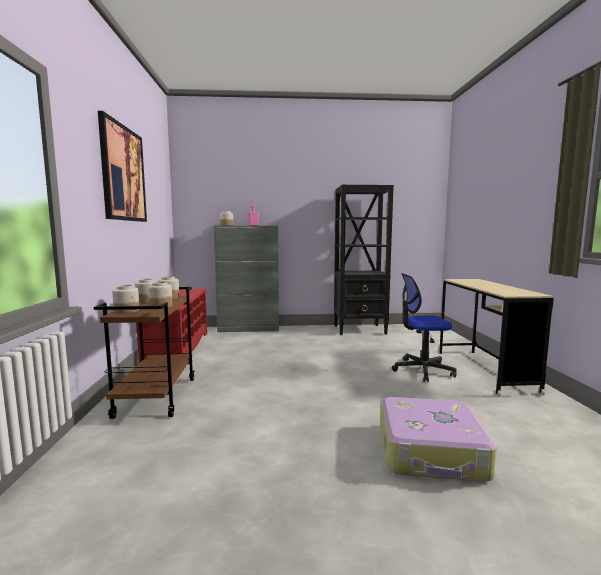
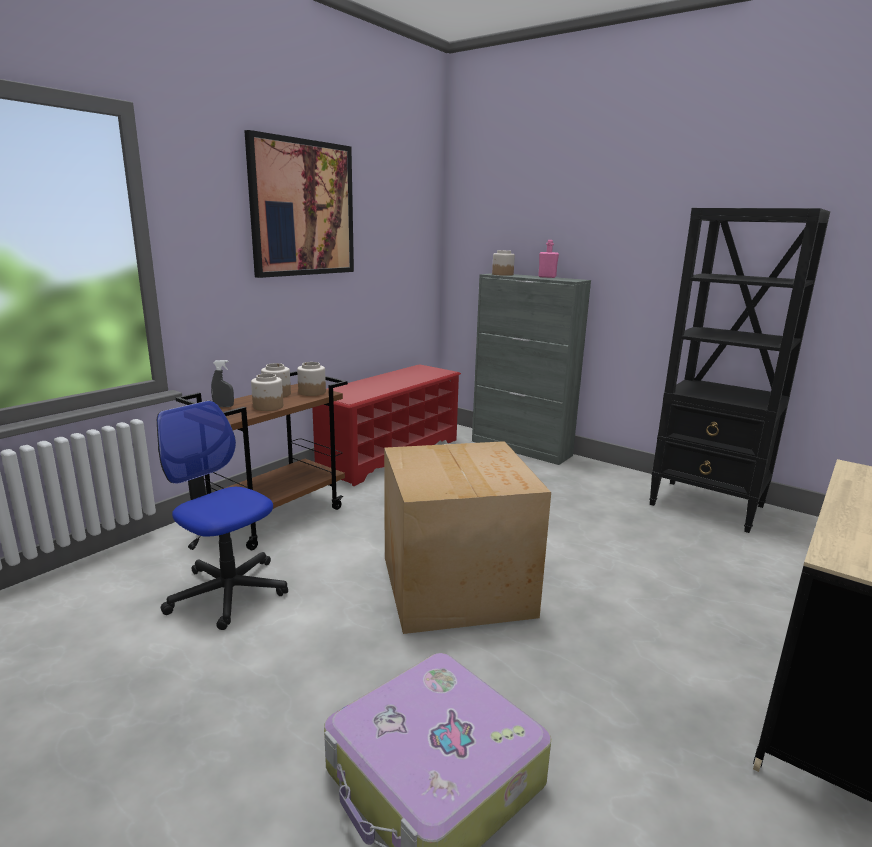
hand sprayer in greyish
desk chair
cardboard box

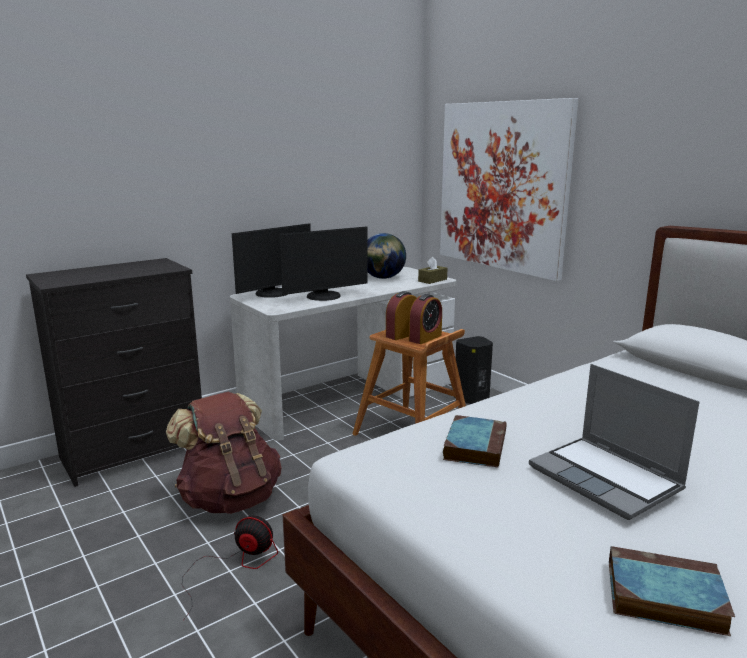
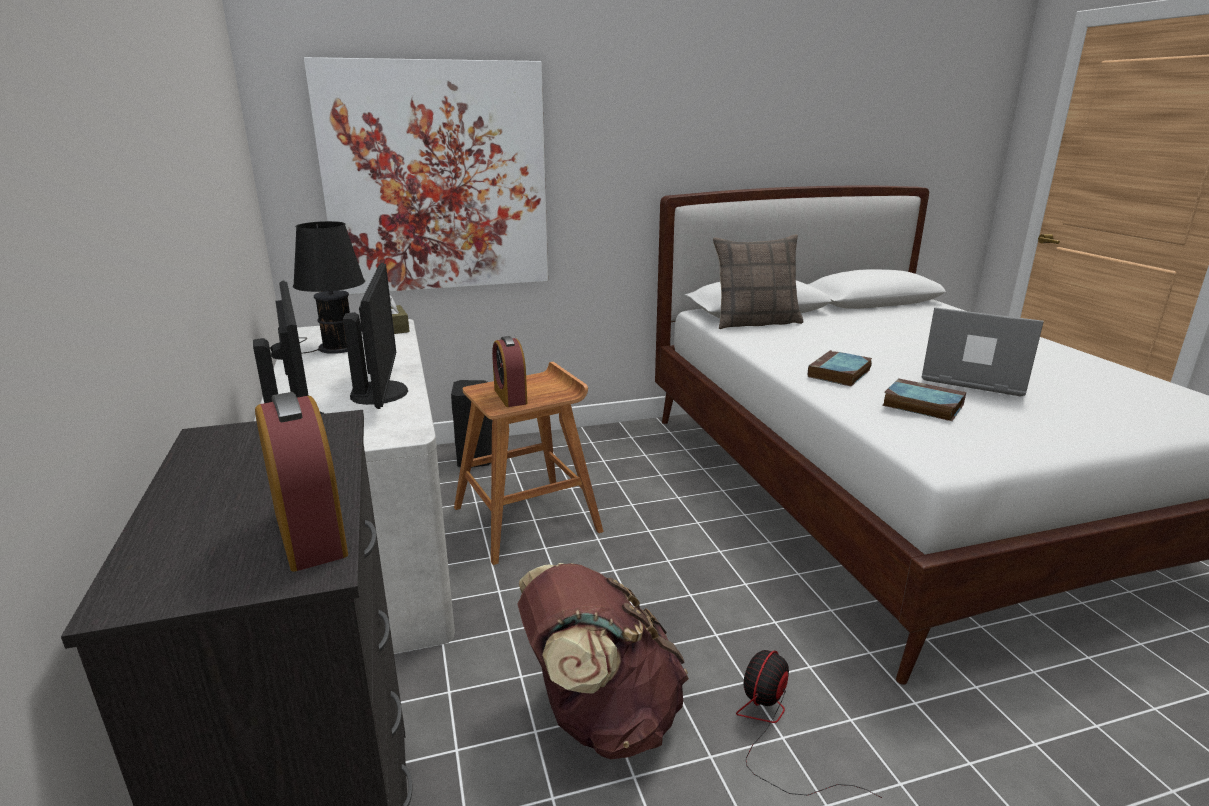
lamp for a table in black-coloured
bedside clock (no. 1 from left)
laptop
volume (no. 1 from left)
pillow

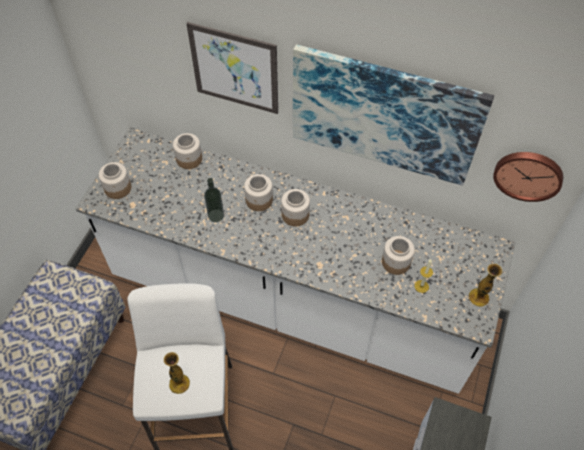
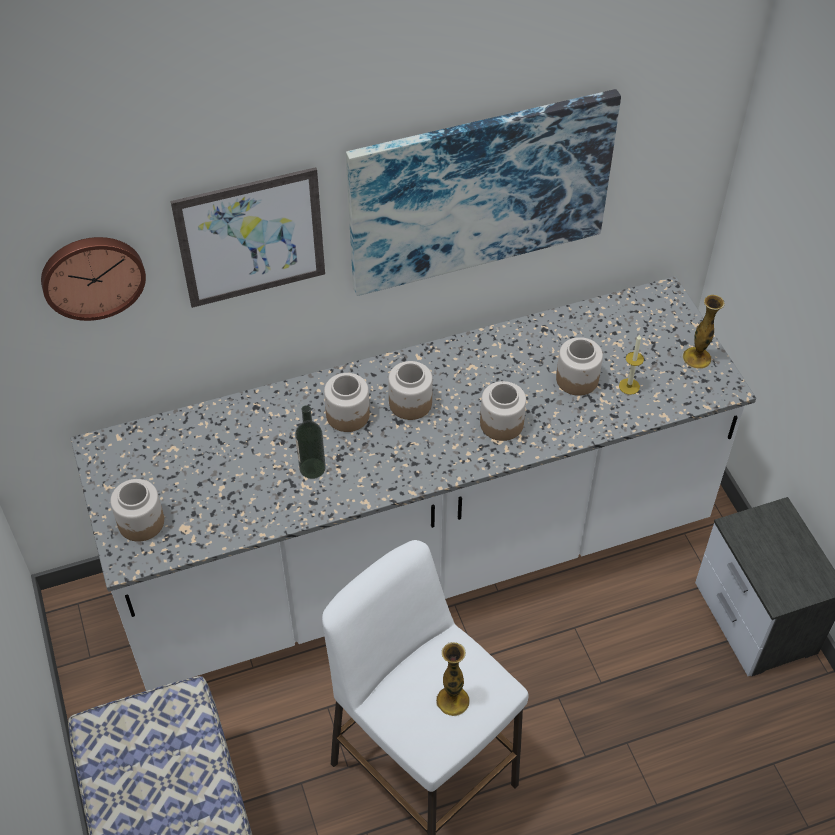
preserve jar (no. 4 from left)
hanging clock

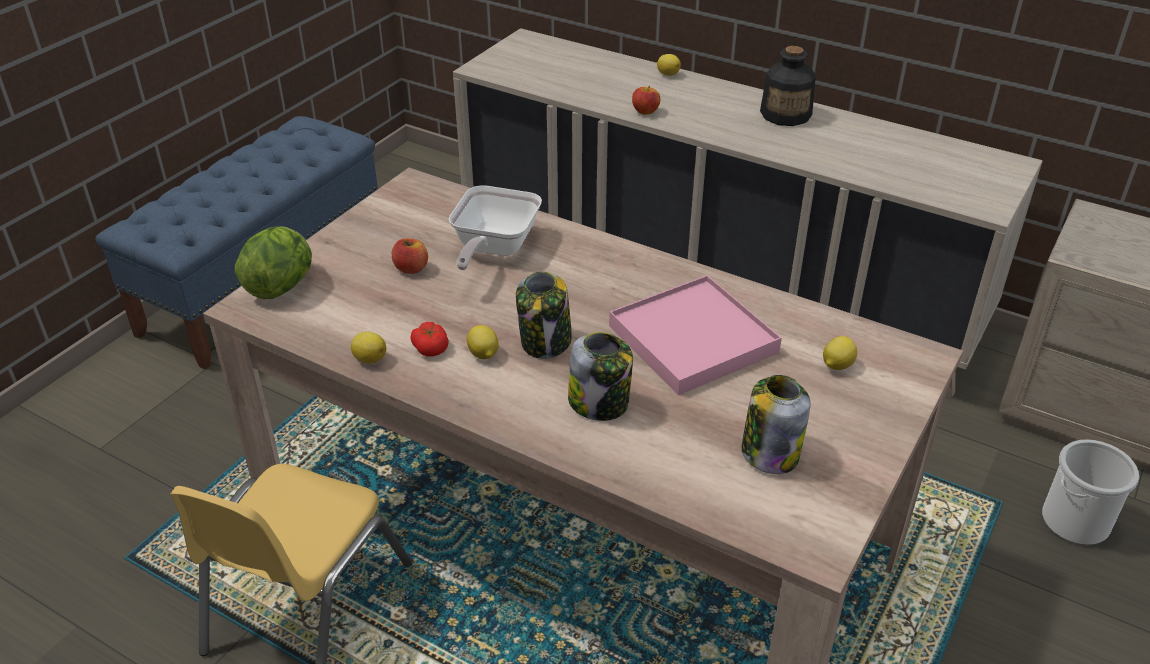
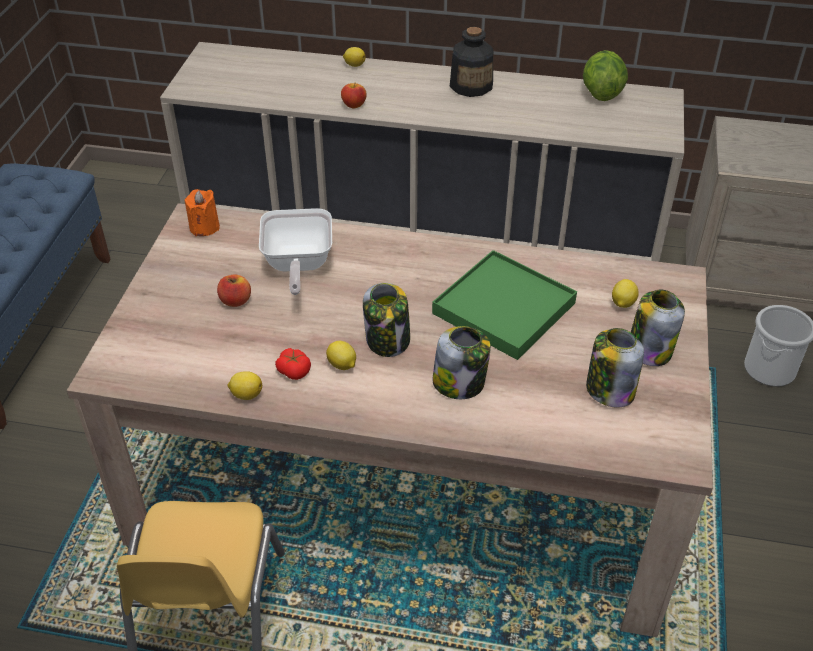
lettuce
tray in greenish
wax light in orange
preserve jar (no. 4 from left)

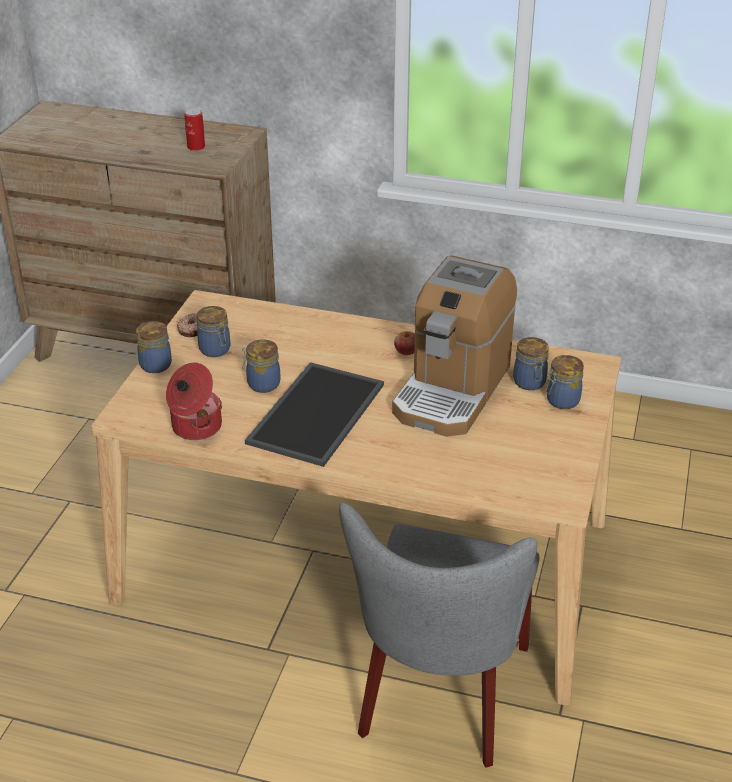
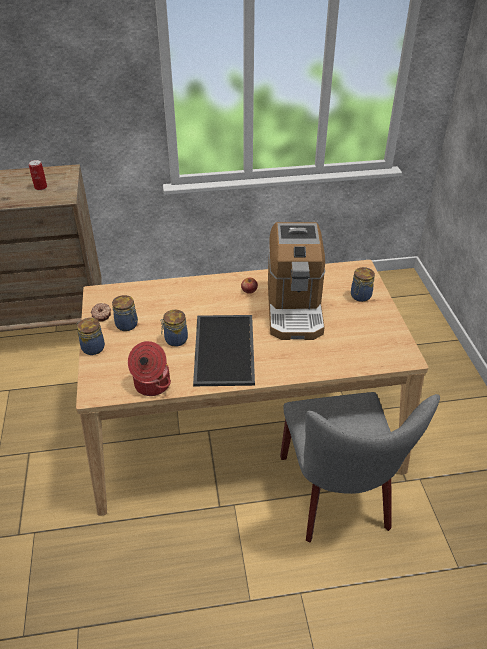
preserve jar (no. 4 from left in the first image)

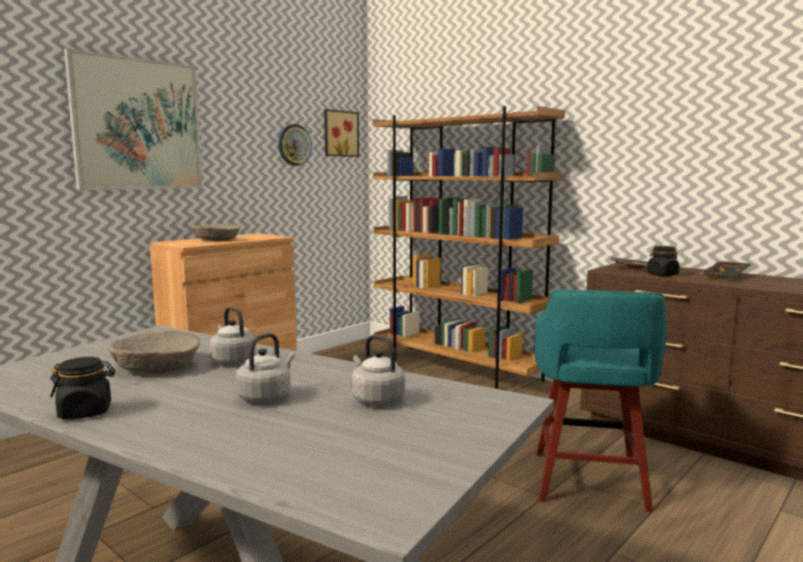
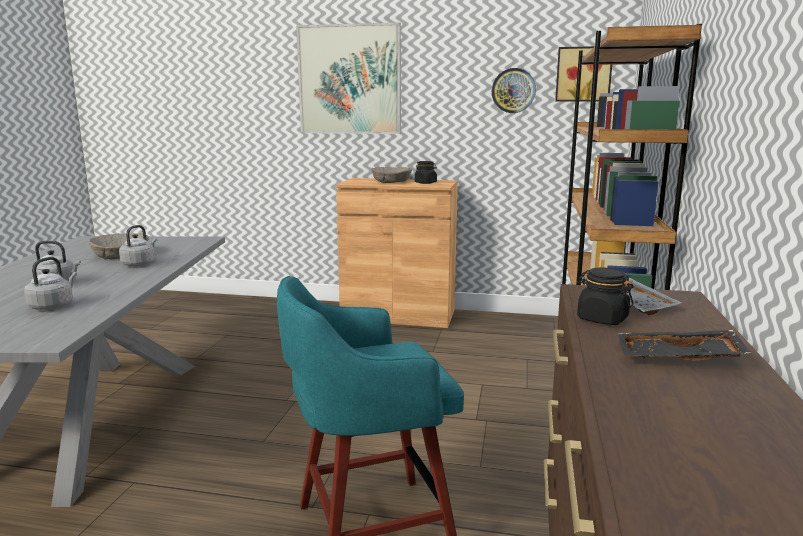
preserve jar in black-coloured (no. 1 from left)

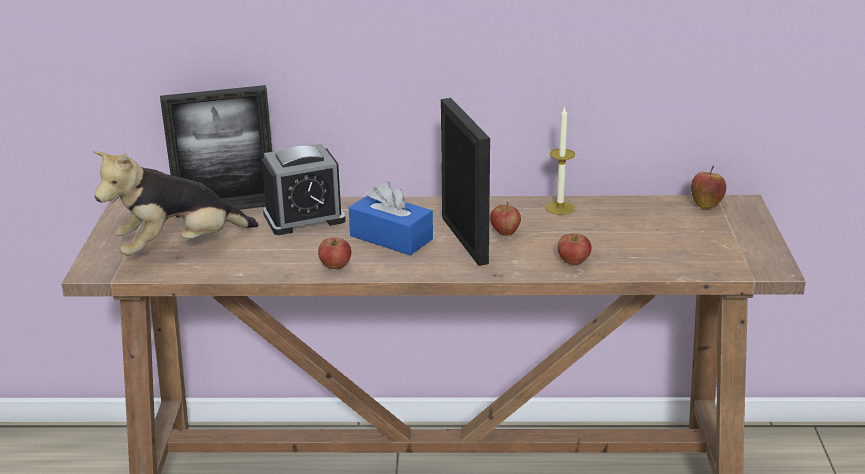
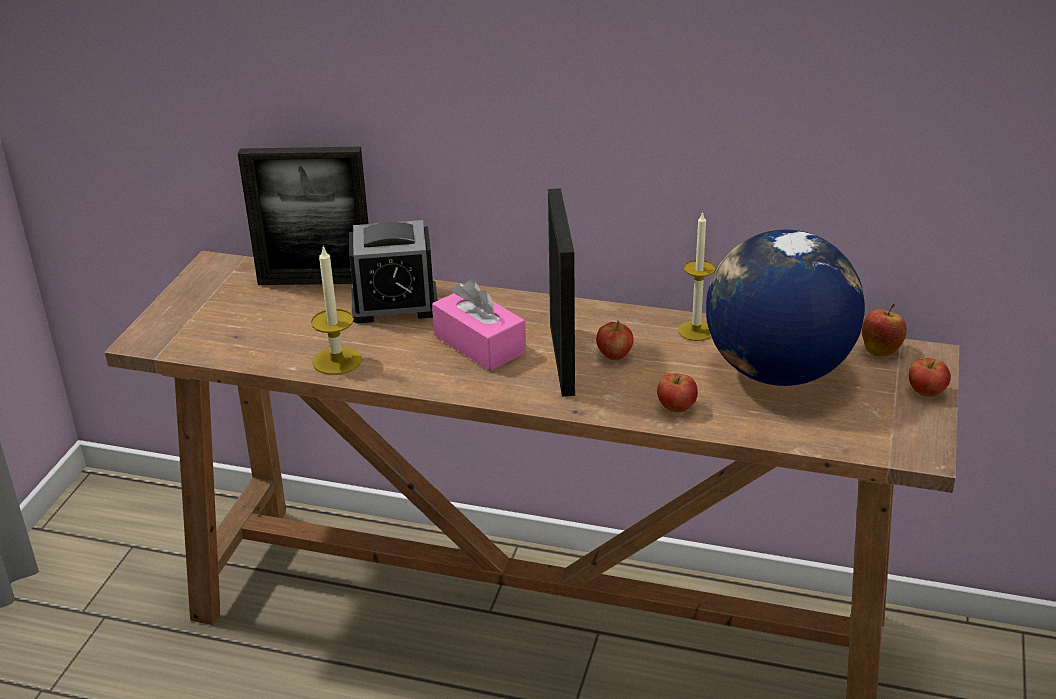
cuddly toy
whole apple (no. 4 from left)
tissue holder in pink
wax light (no. 1 from left)
world globe

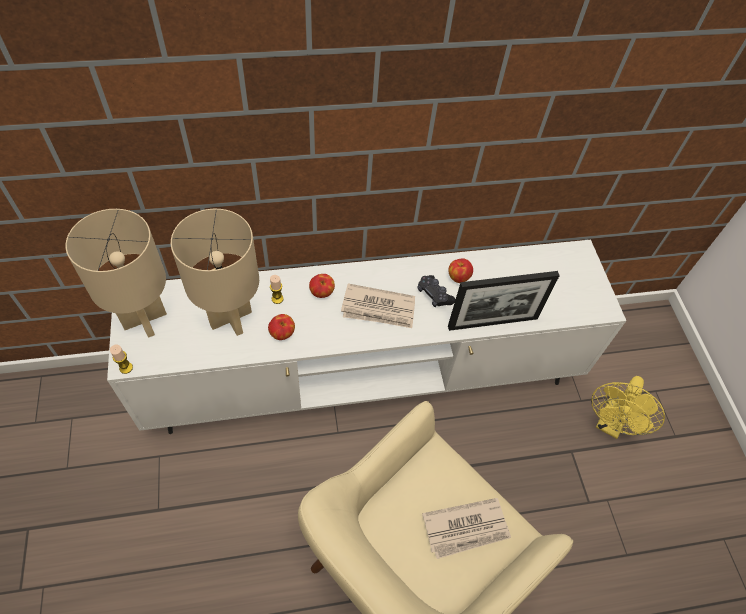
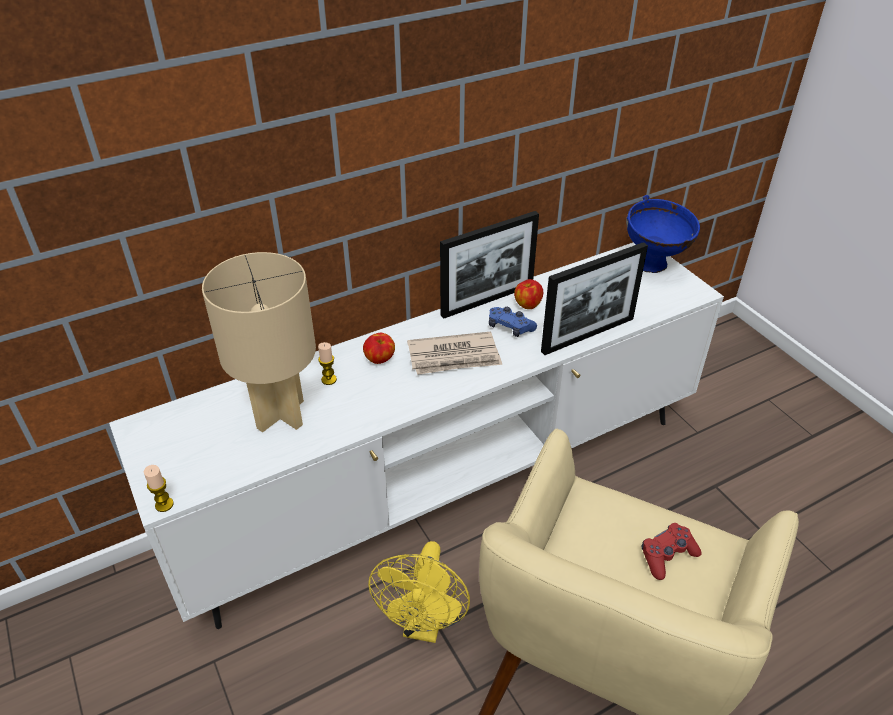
lamp for a table in beige-coloured (no. 1 from left in the first image)
whole apple (no. 1 from left in the first image)
gamepad in blue
gamepad in reddish
cooling fan in yellowish
standing frame (no. 1 from left)
deep dish in blue

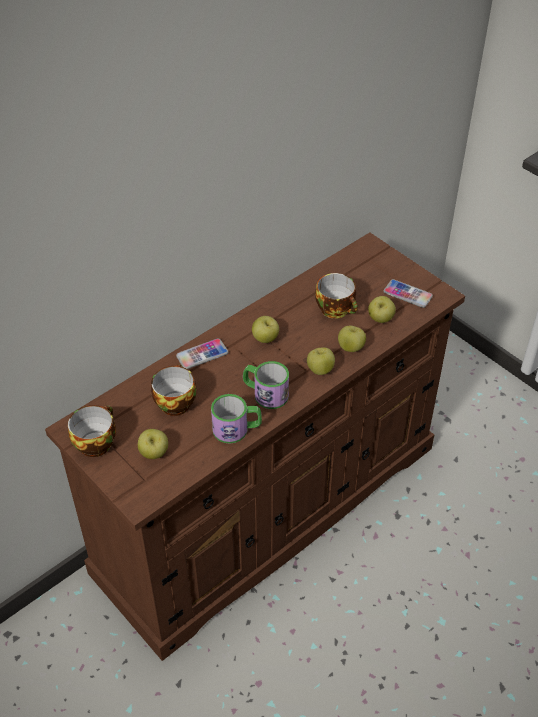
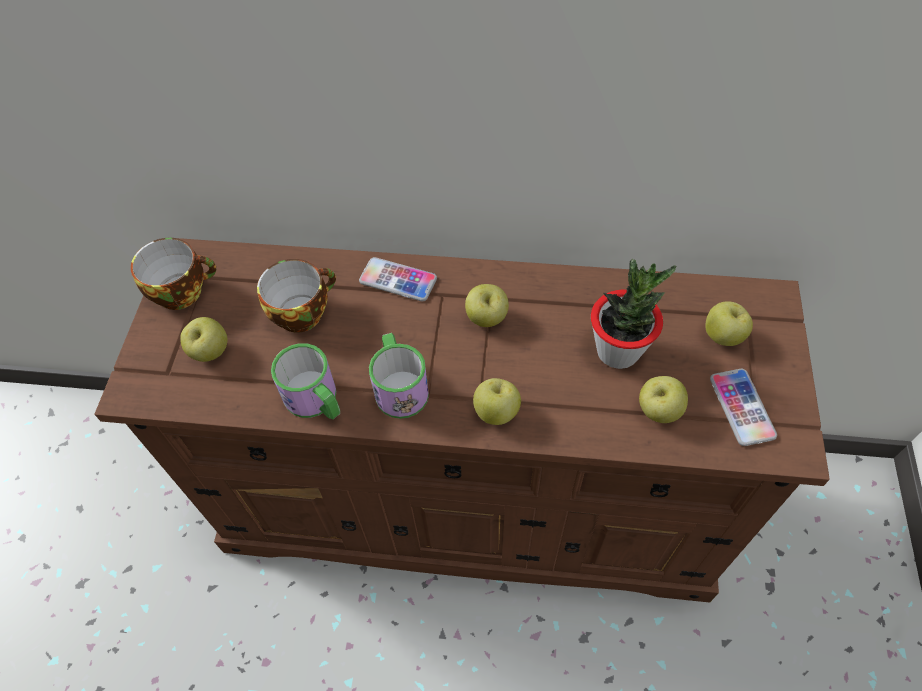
houseplant
whole apple (no. 5 from left)

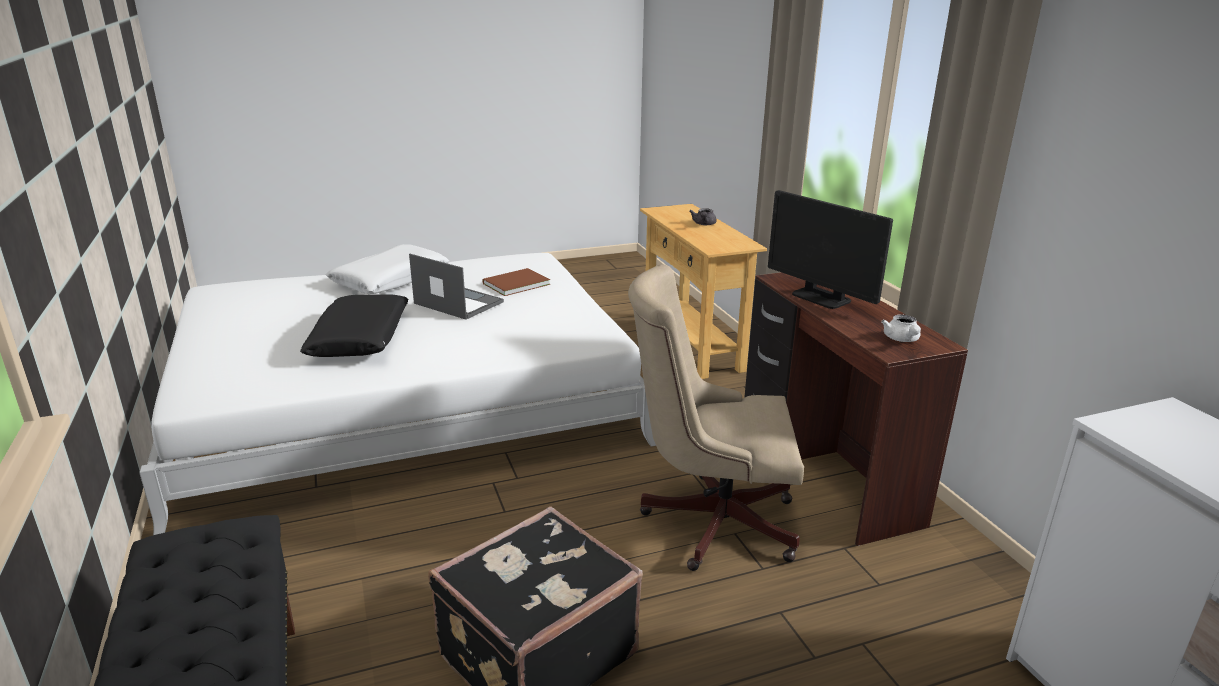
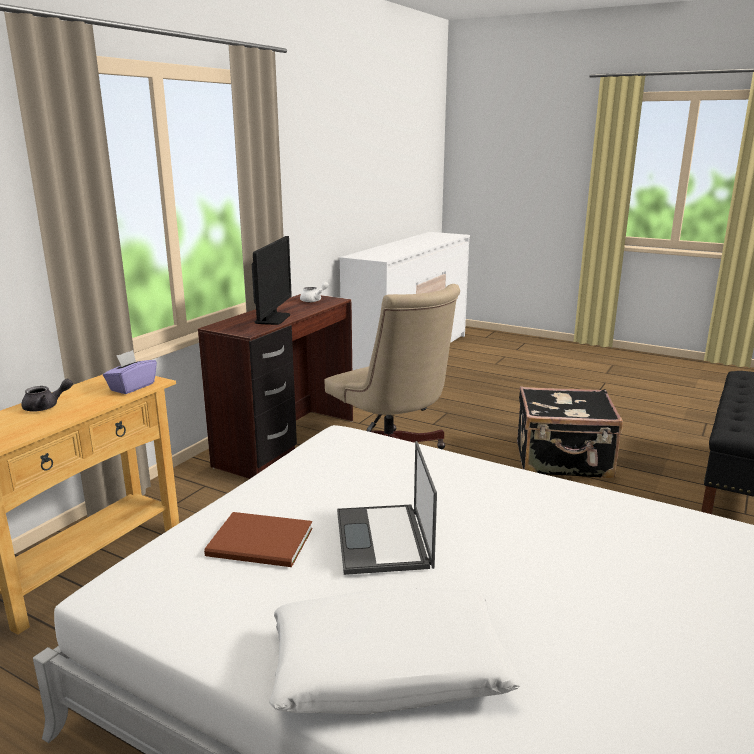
pillow in black-coloured
tissue holder in purple-coloured

